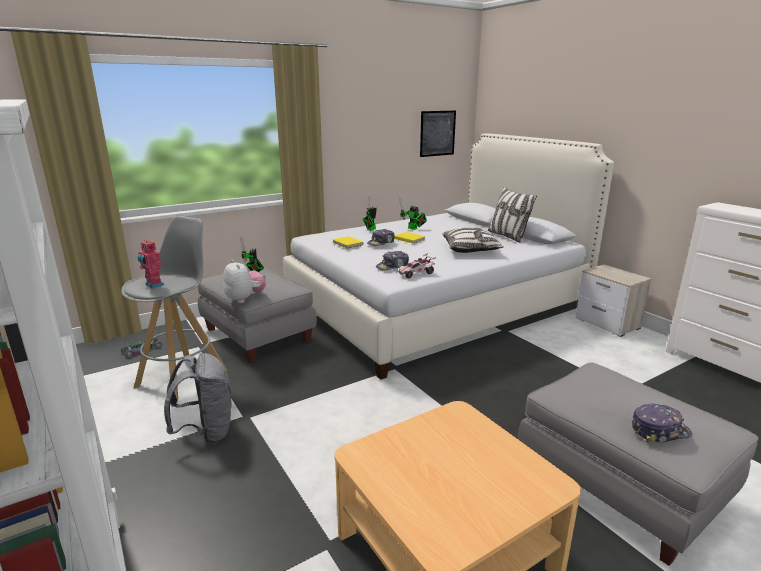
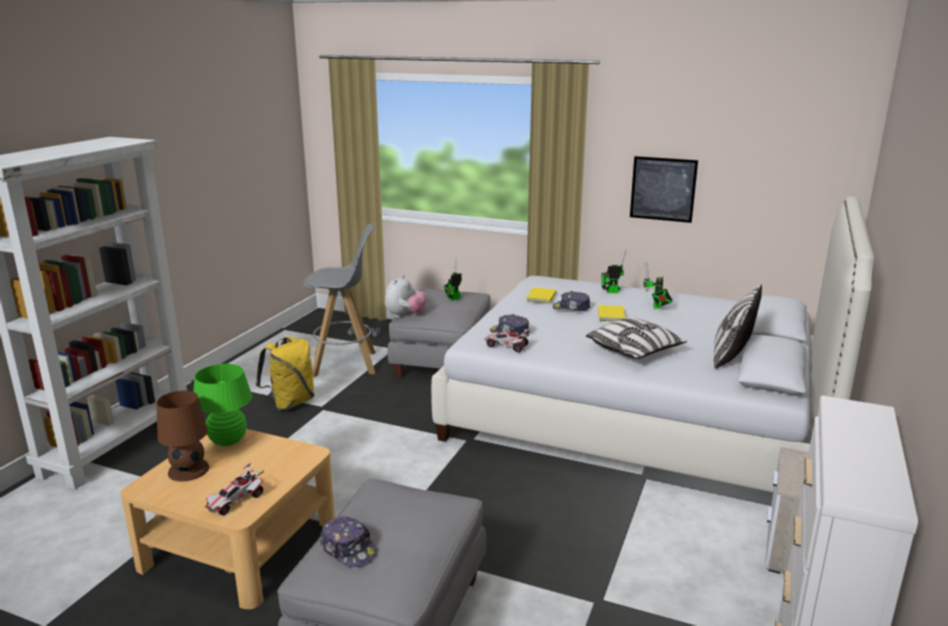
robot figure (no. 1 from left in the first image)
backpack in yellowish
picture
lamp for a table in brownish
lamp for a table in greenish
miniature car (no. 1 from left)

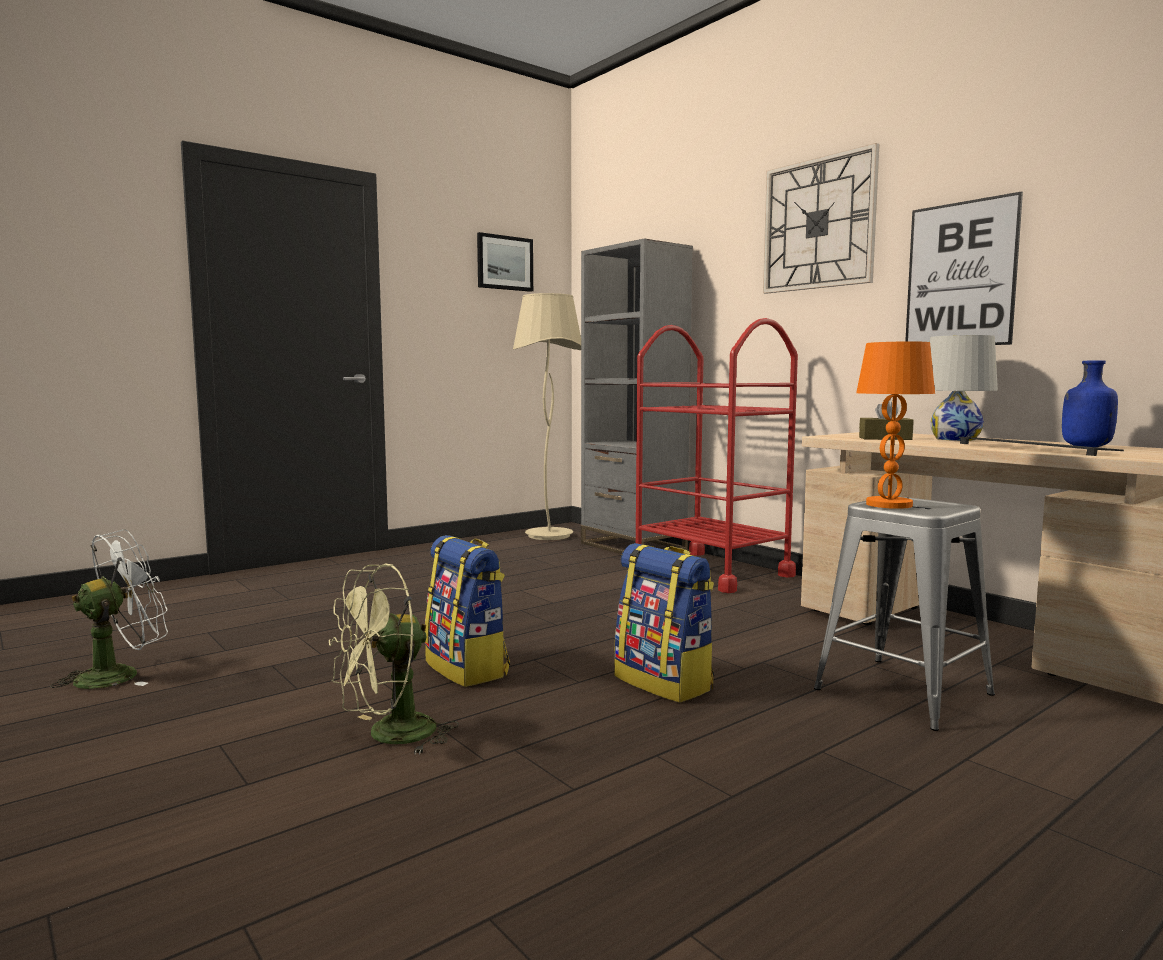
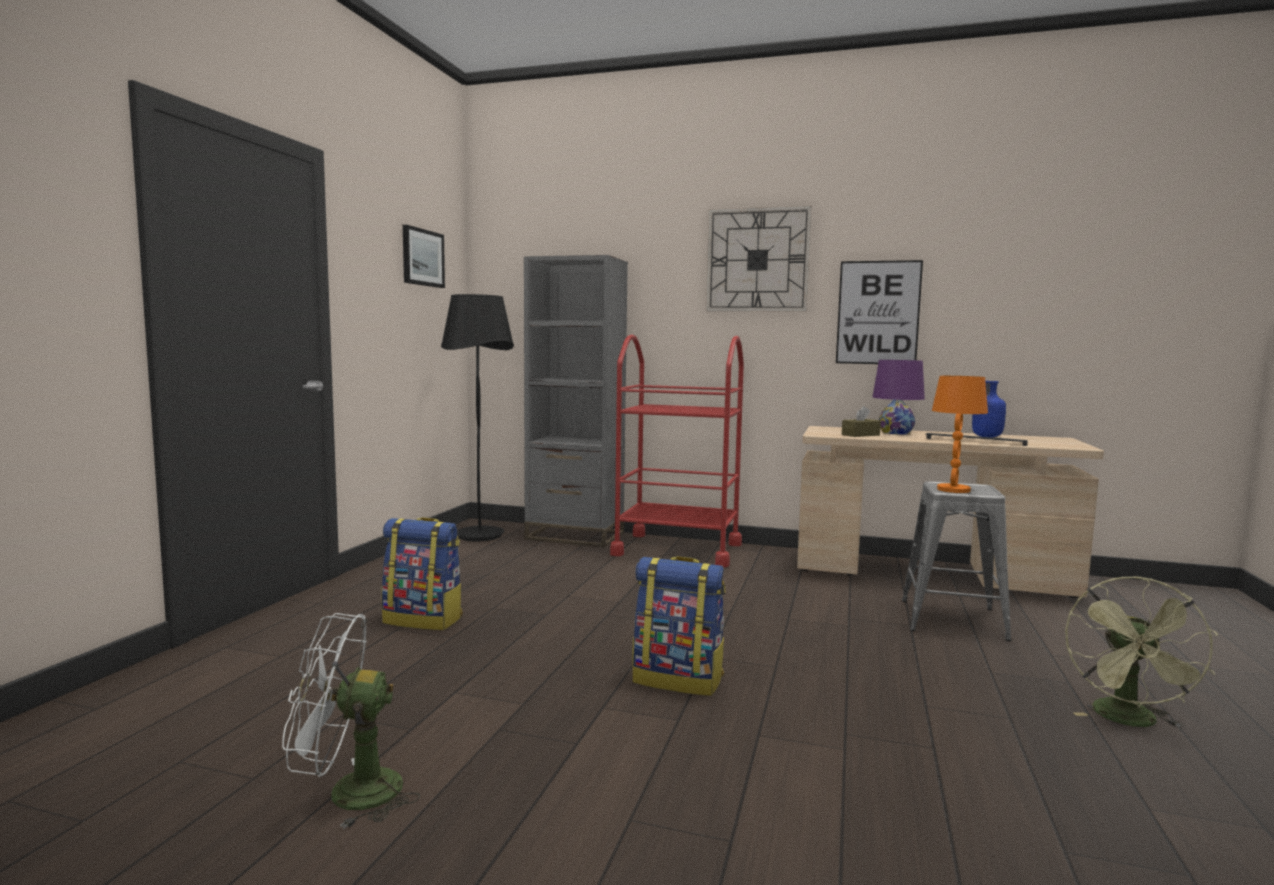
cooling fan in whitish
cooling fan in greenish
standing lamp in black-coloured
backpack (no. 1 from left)
lamp for a table in purple-coloured

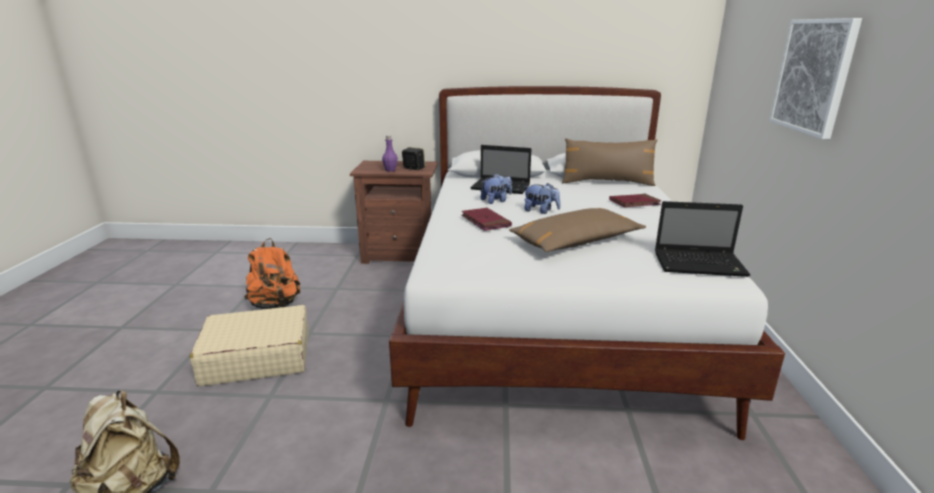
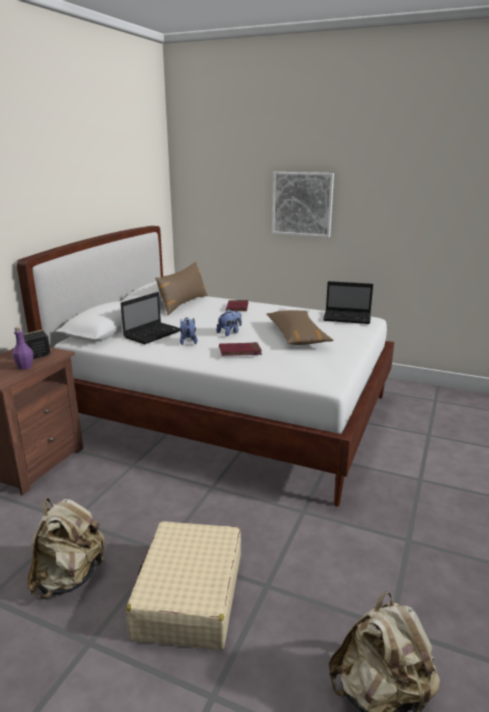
backpack in beige-coloured (no. 1 from left)
laptop (no. 2 from left)

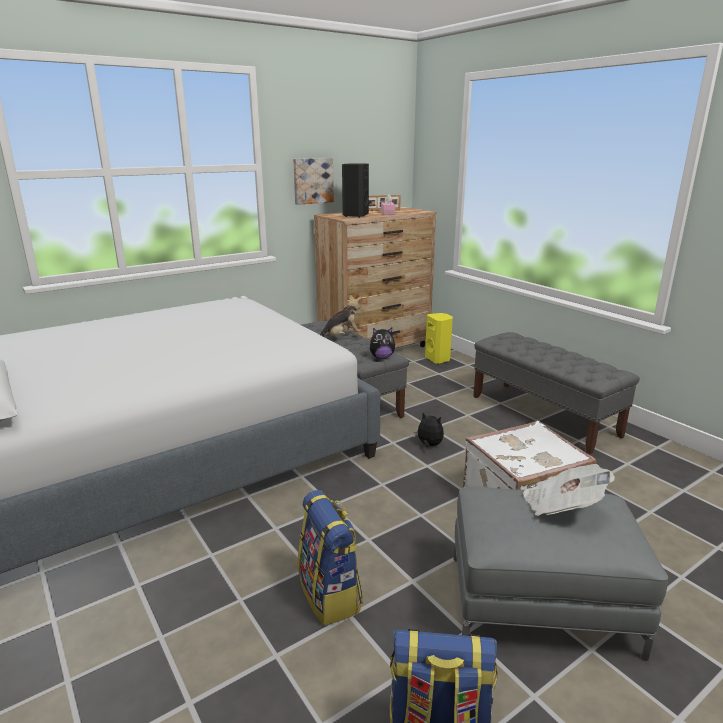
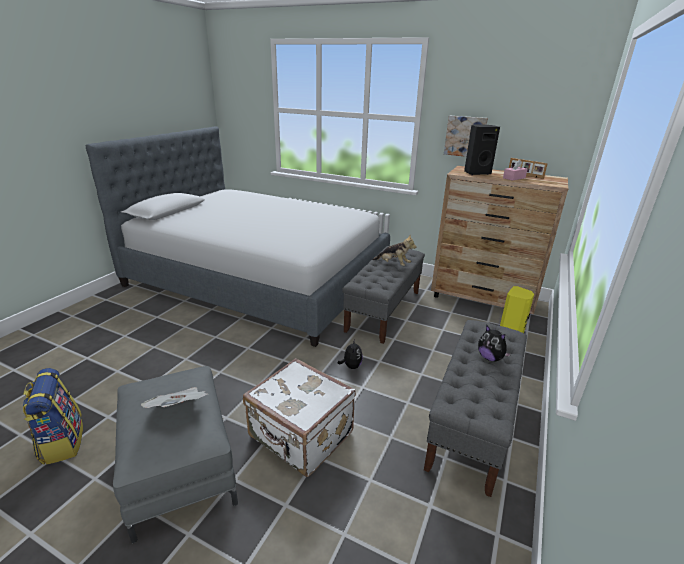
backpack (no. 1 from left in the first image)
cuddly toy (no. 3 from left)

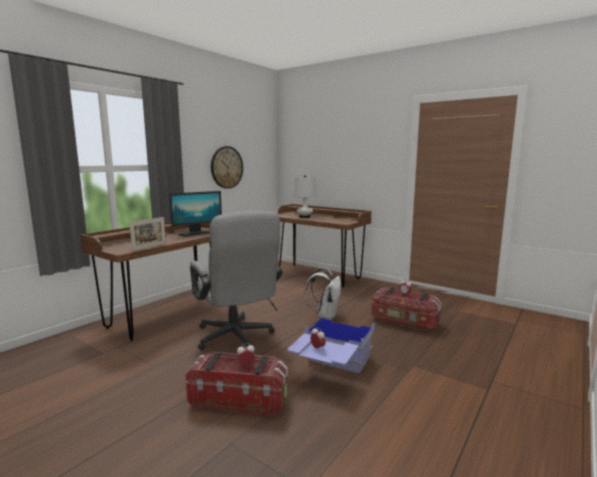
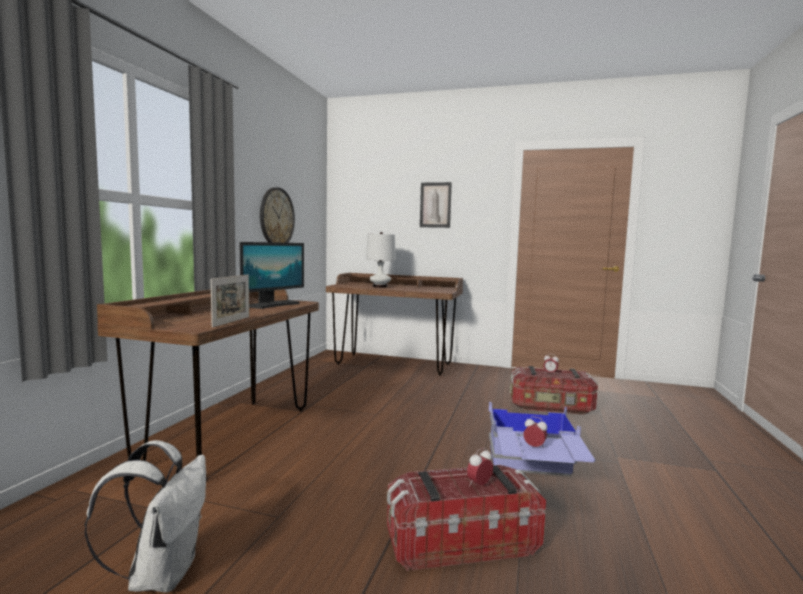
desk chair in greyish
backpack in whitish
picture

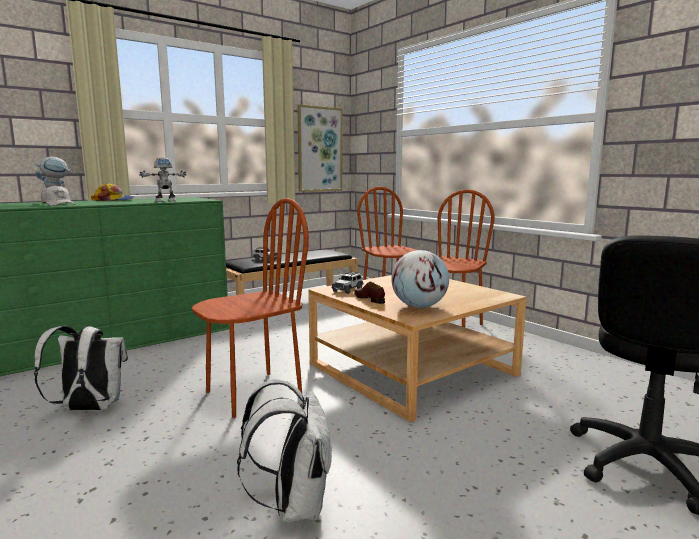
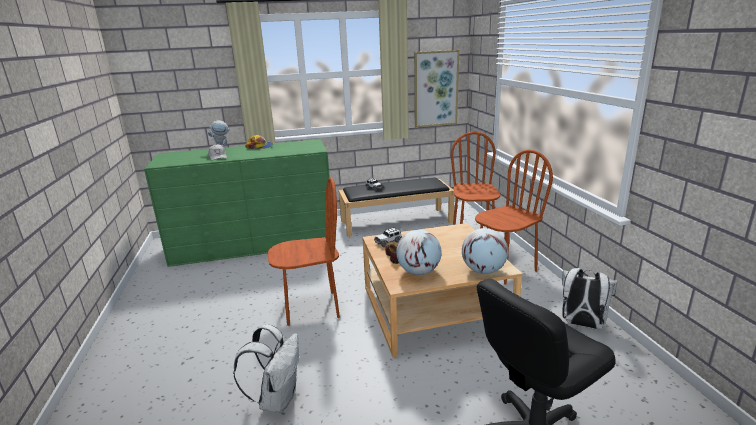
backpack in whitish (no. 2 from left)
robot figure (no. 2 from left in the first image)
world globe (no. 2 from left)

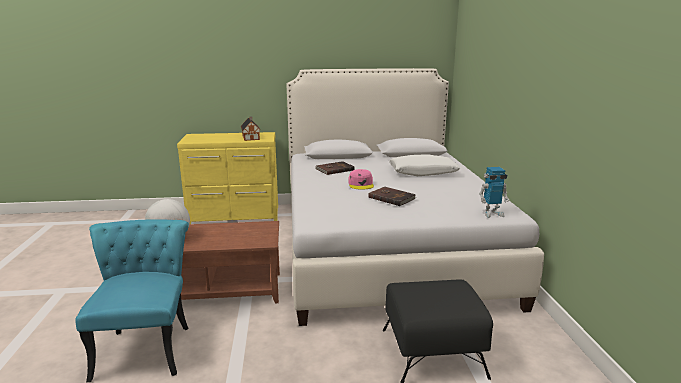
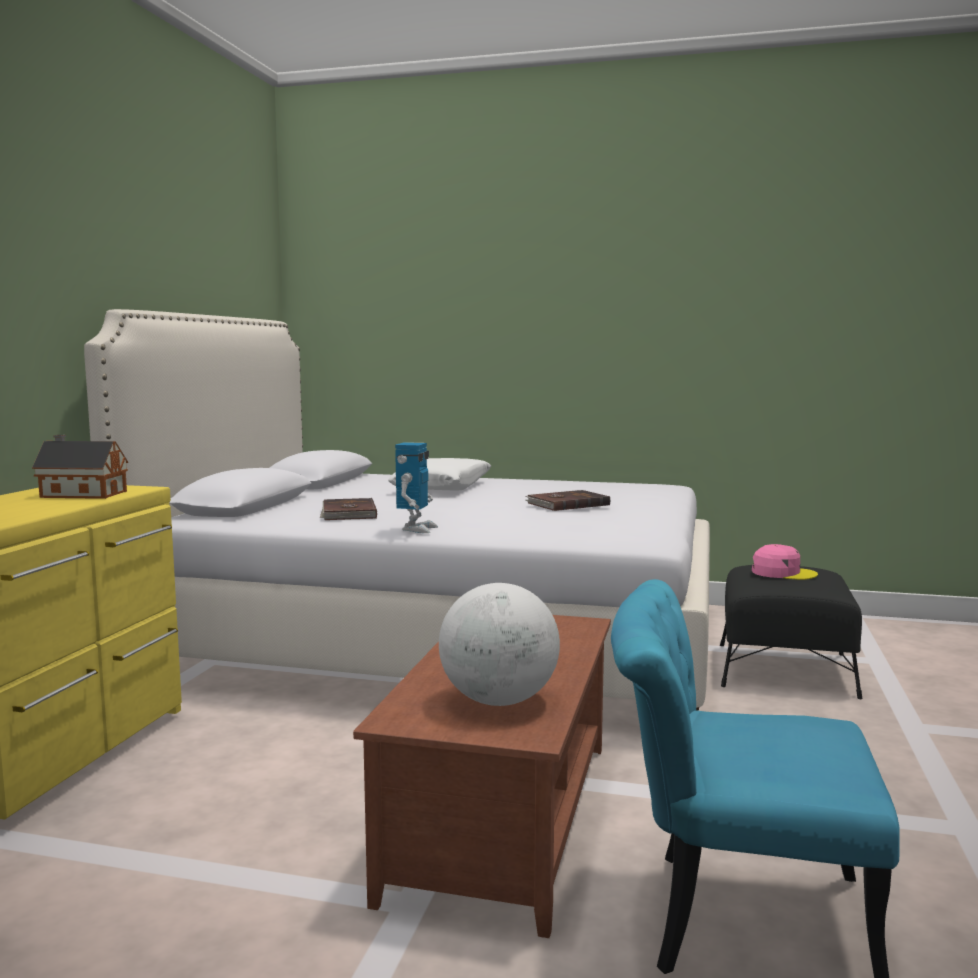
cap in pink
robot figure

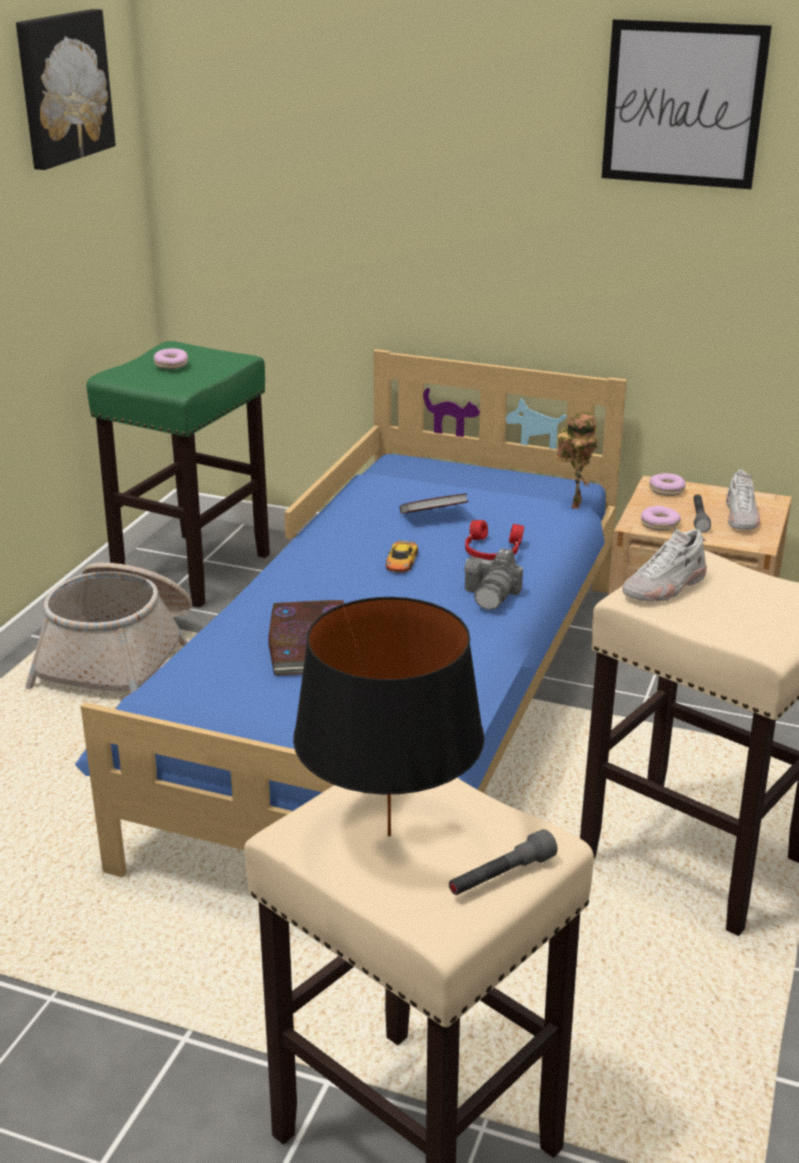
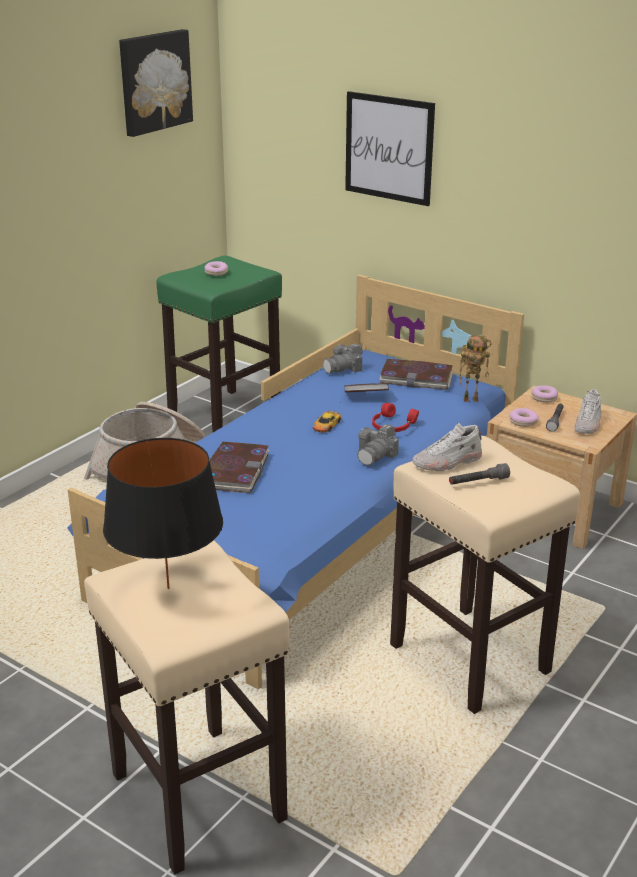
flashlight in greyish (no. 1 from left)
robot figure
picture (no. 2 from left)
photo camera (no. 1 from left)
volume (no. 3 from left)

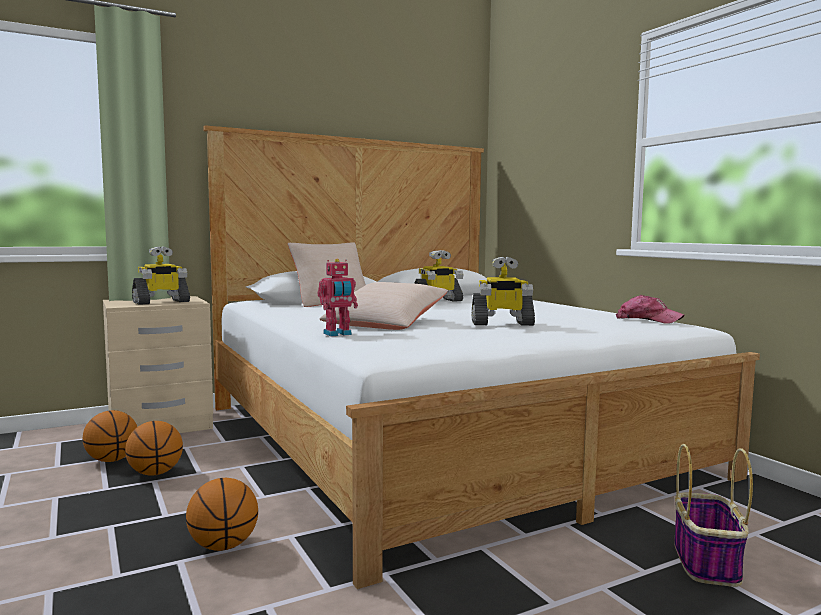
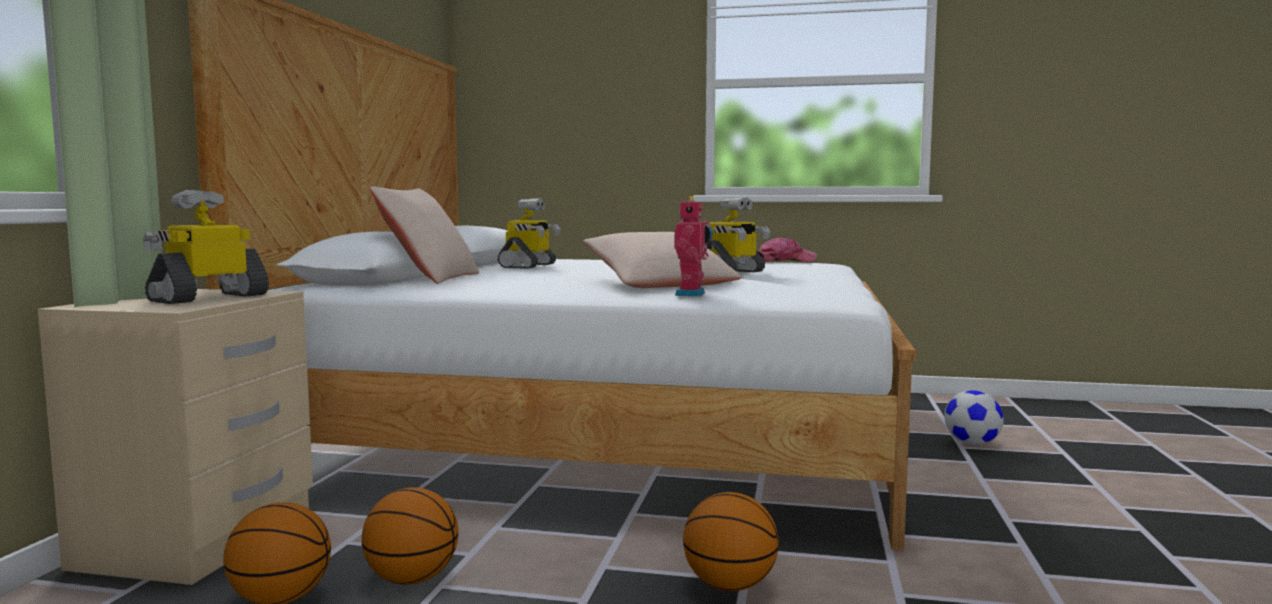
robot figure (no. 1 from left)
football ball

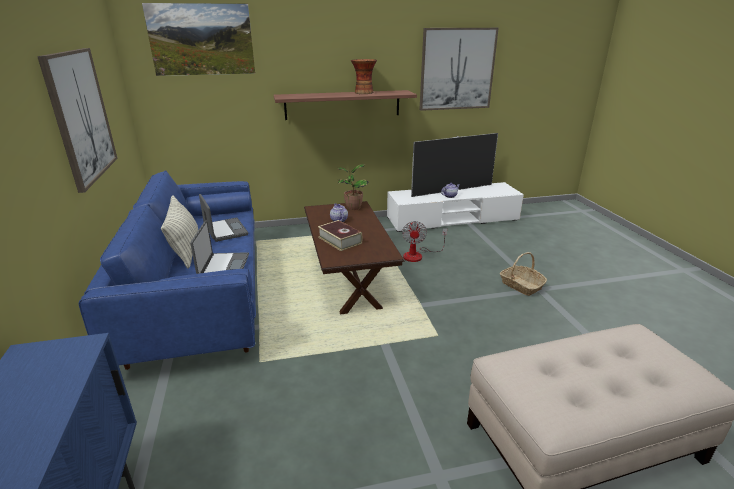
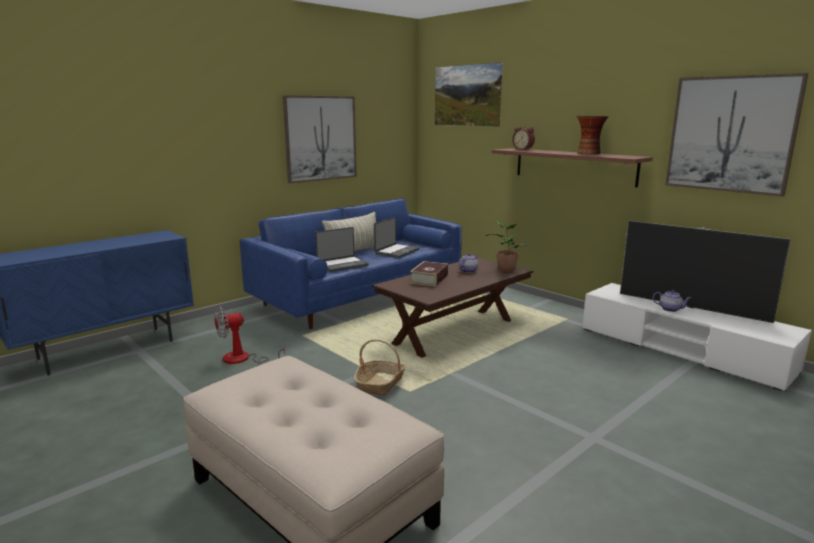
cooling fan
household basket
bedside clock

